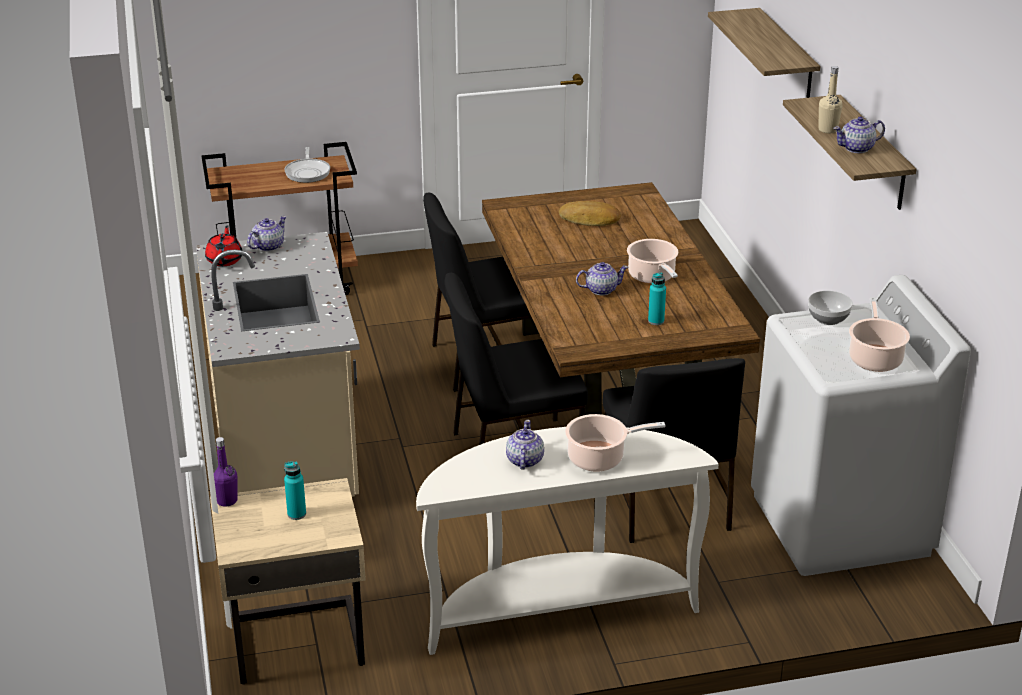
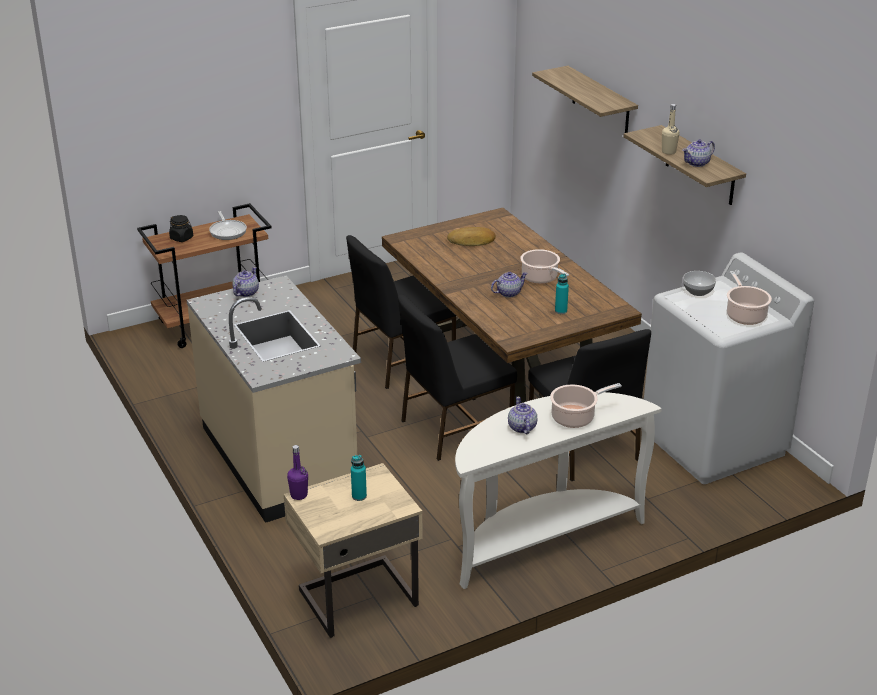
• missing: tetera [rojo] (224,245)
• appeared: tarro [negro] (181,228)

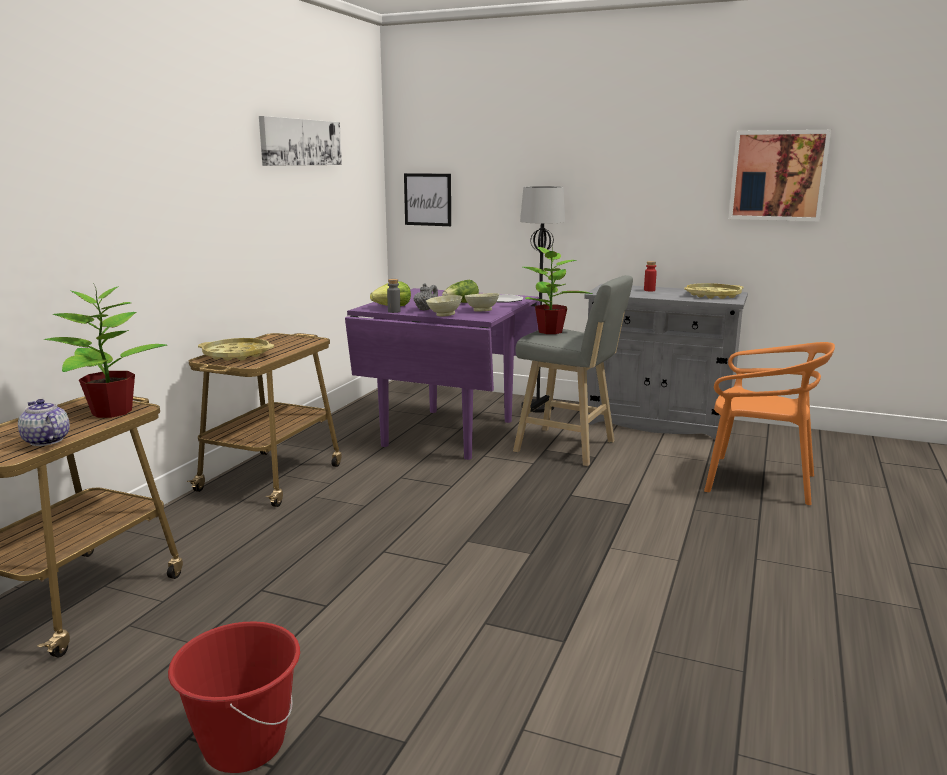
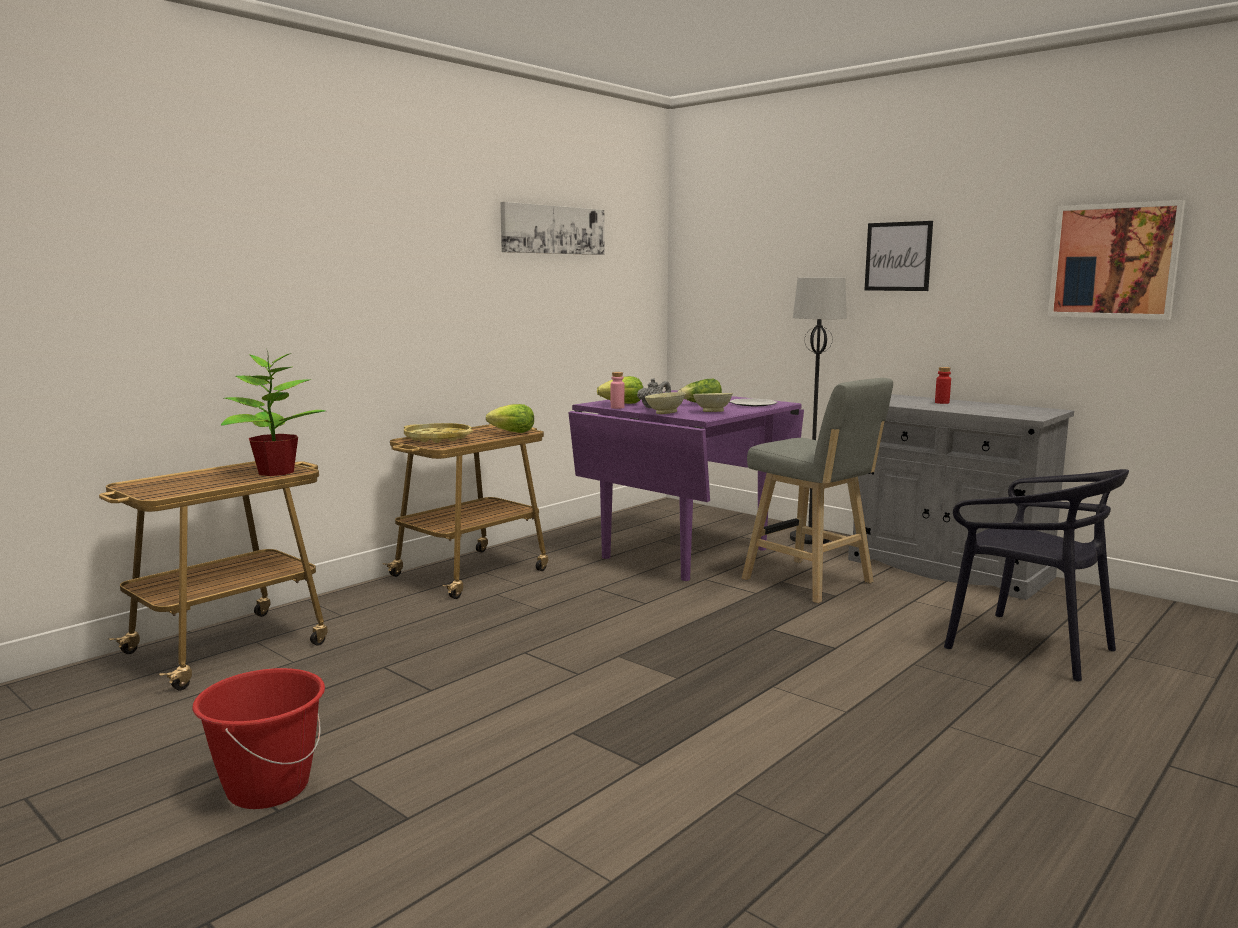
• relocated: cuadro (427,199) to (899,256)
• missing: planta en maceta (558,289)
• colour: botella [gris] (393,296) to botella [rosa] (618,390)
• missing: bandeja [amarillo] (714,291)
• colour: silla [naranja] (769,423) to silla [negro] (1036,575)
• missing: tetera (44,422)
• appeared: lechuga (510,418)

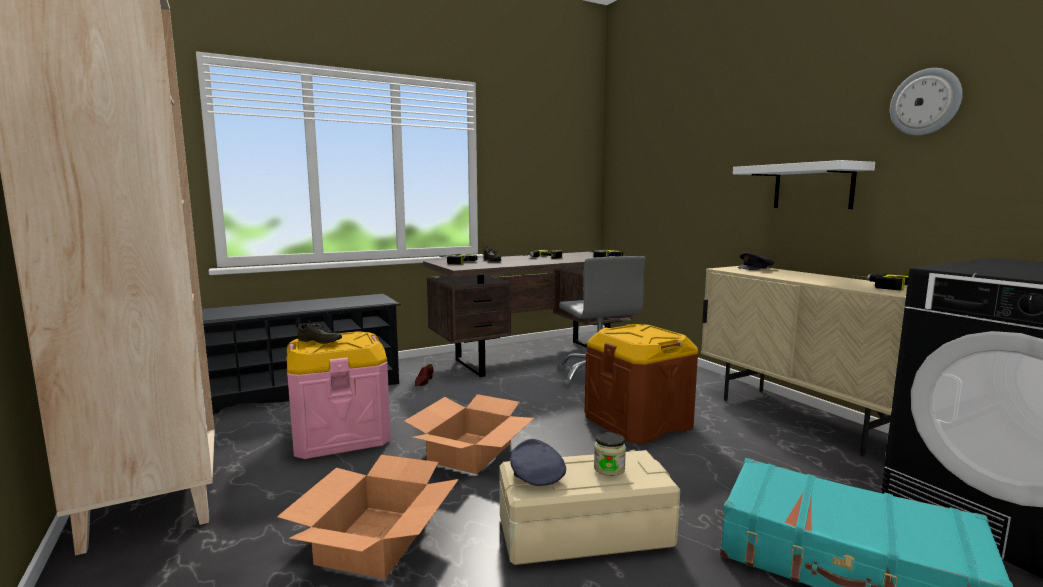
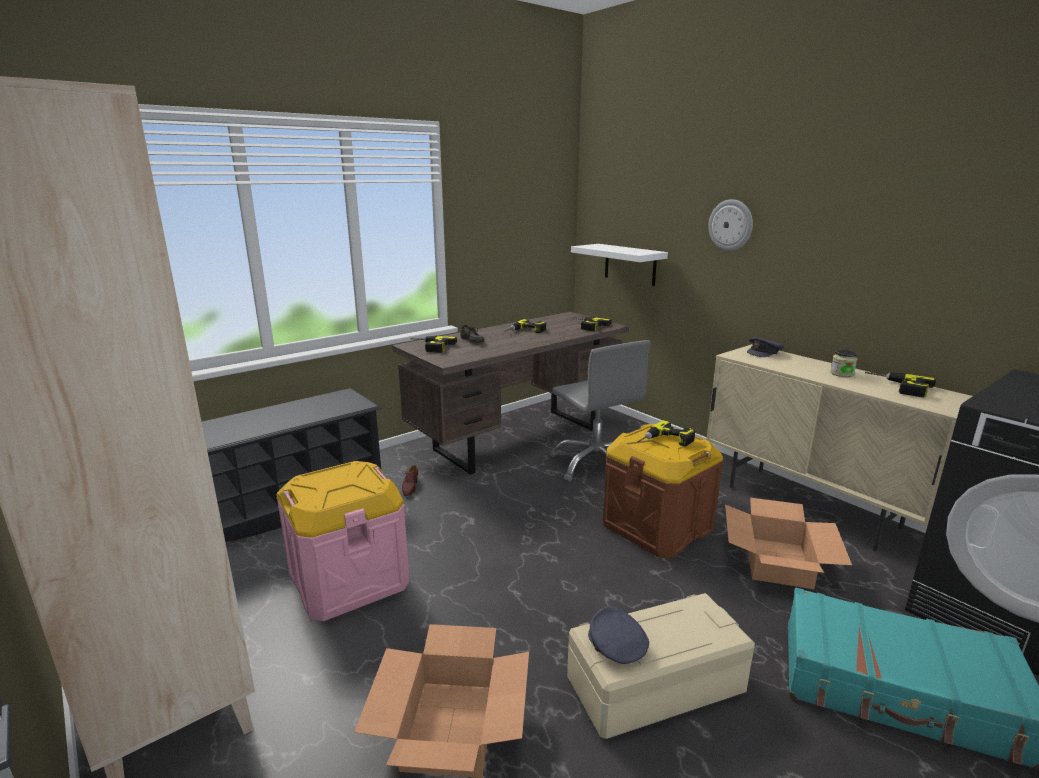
• relocated: reloj de pared (926,102) to (730,225)
• relocated: estante [blanco] (804,184) to (619,265)
• missing: zapato [gris] (320,331)
• relocated: caja de cartón (469,434) to (788,543)
• relocated: tarro (610,454) to (843,363)
• appeared: taladro (666,433)

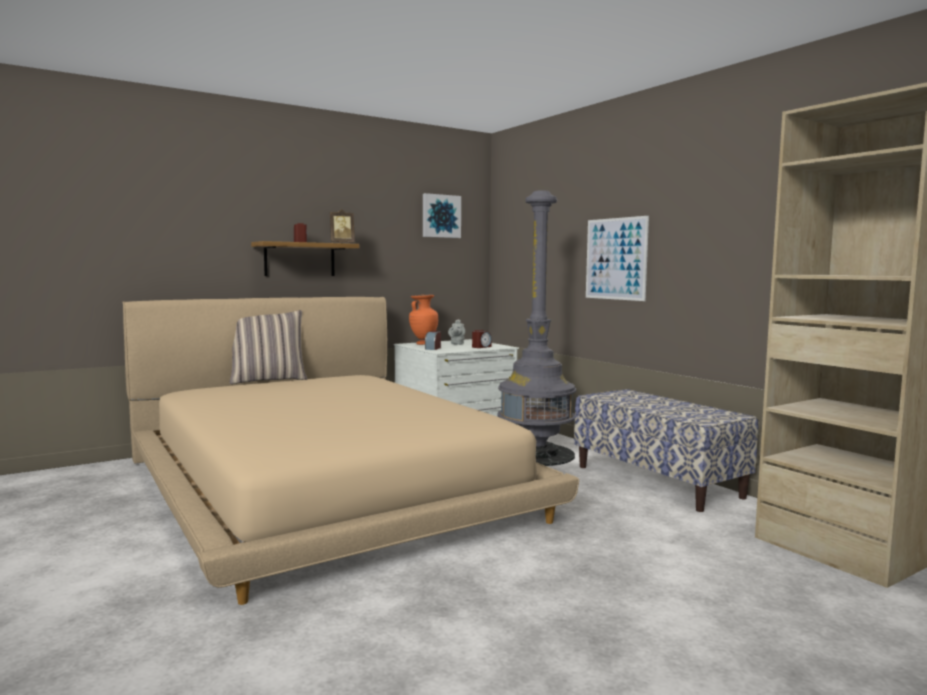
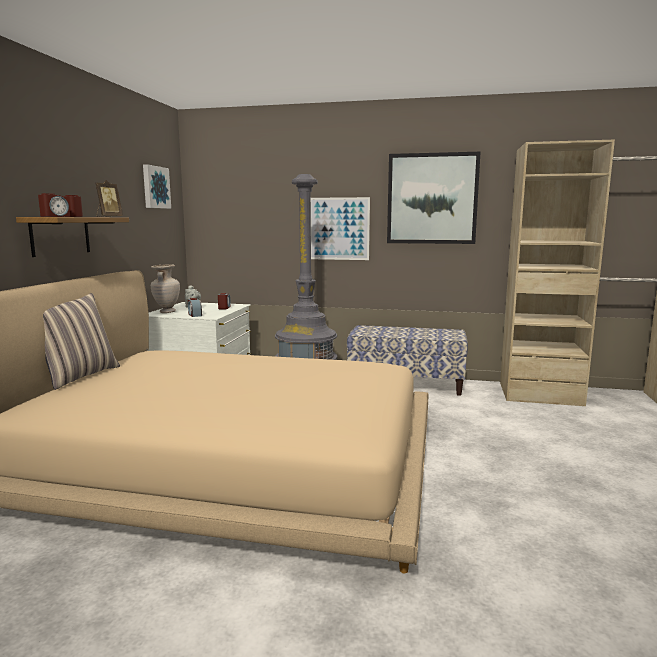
• colour: florero [naranja] (423,320) to florero [beis] (165,288)
• appeared: cuadro (434,198)
• appeared: despertador (54,205)

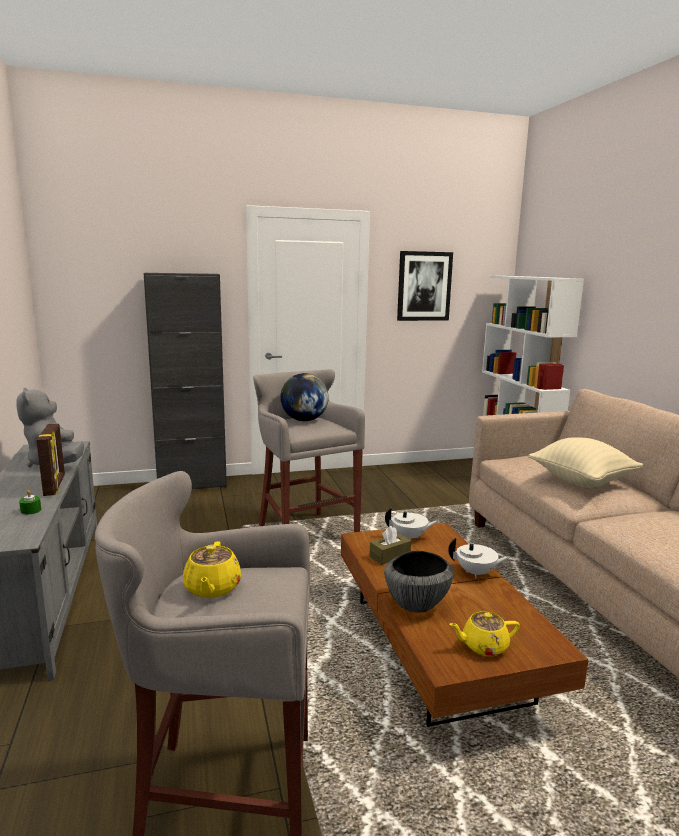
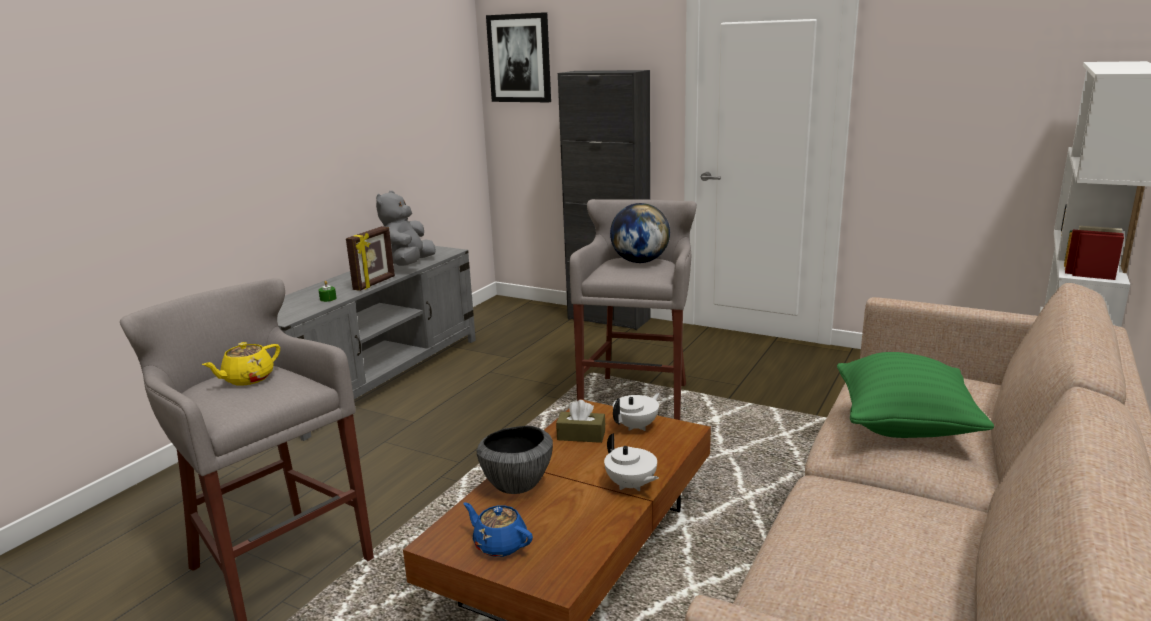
• relocated: cuadro (425,286) to (518,57)
• colour: cojín [beis] (585,462) to cojín [verde] (915,395)
• spun: tetera [blanco] (411,523) = (636,412) 90 degrees counterclockwise
• colour: tetera [amarillo] (484,633) to tetera [azul] (498,529)

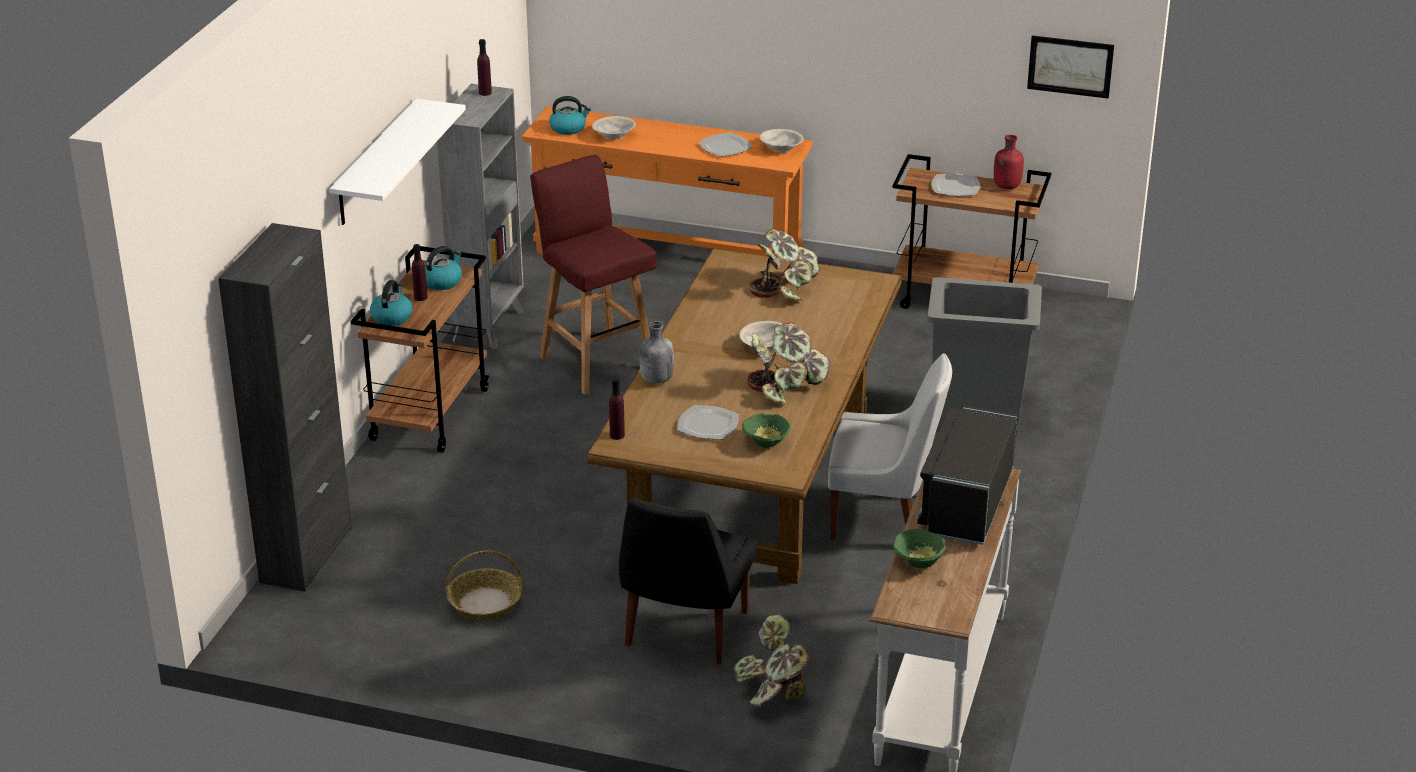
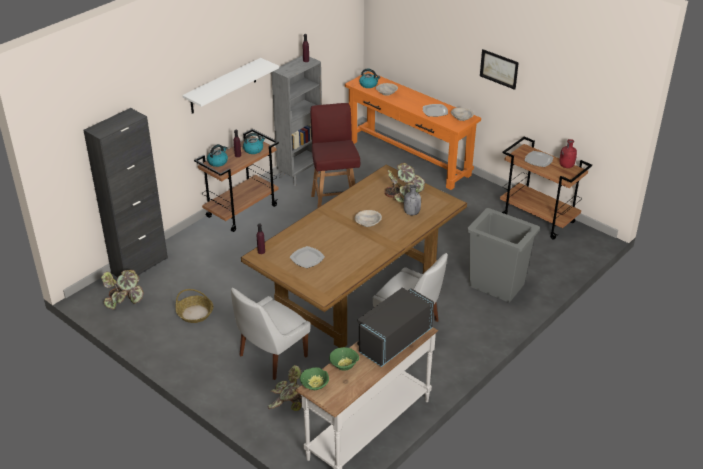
• relocated: cuadro (1070,67) to (499,69)
• relocated: botella [gris] (656,352) to (412,199)
• relocated: planta en maceta (788,363) to (122,289)
• relocated: cuenco [verde] (766,430) to (314,378)
• colour: silla [negro] (688,581) to silla [blanco] (271,334)

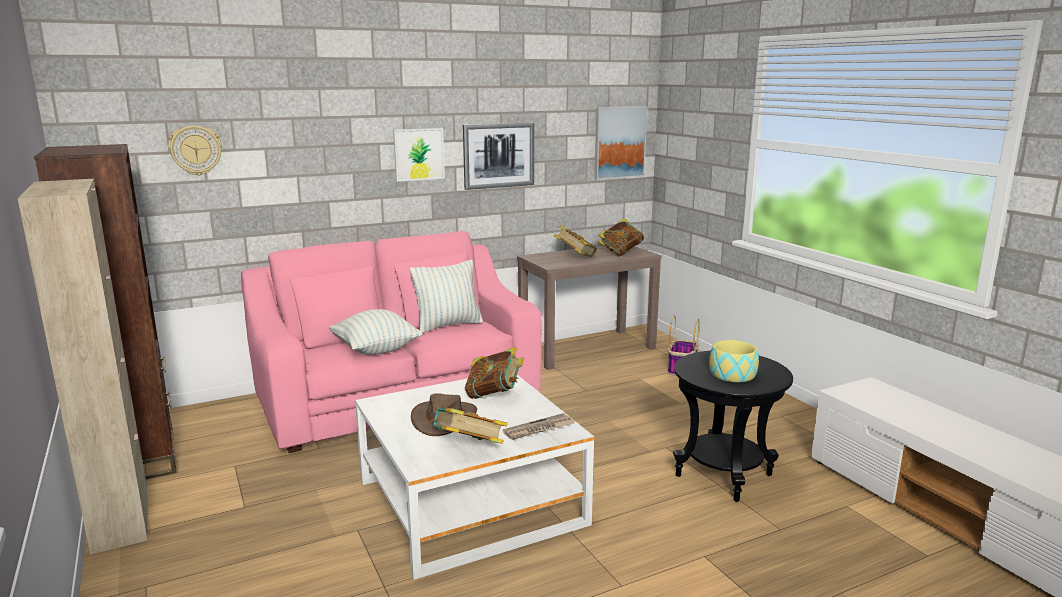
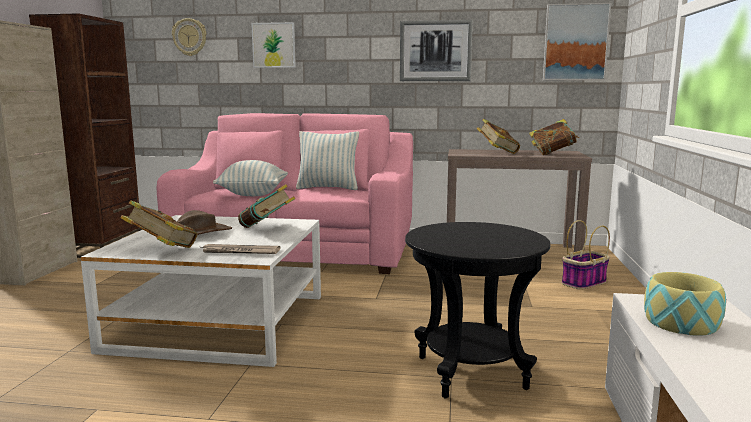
• relocated: cuadro (419,155) to (273,45)
• relocated: cuenco (734,361) to (685,304)

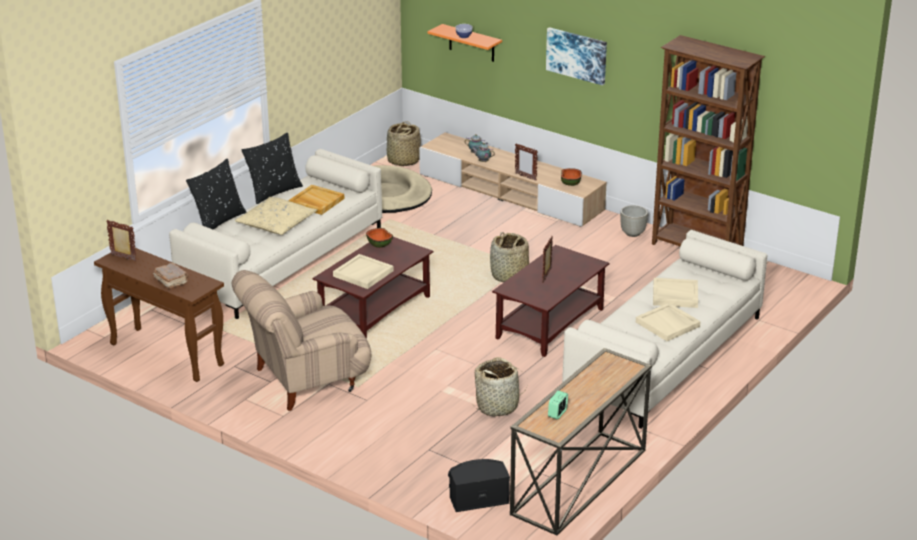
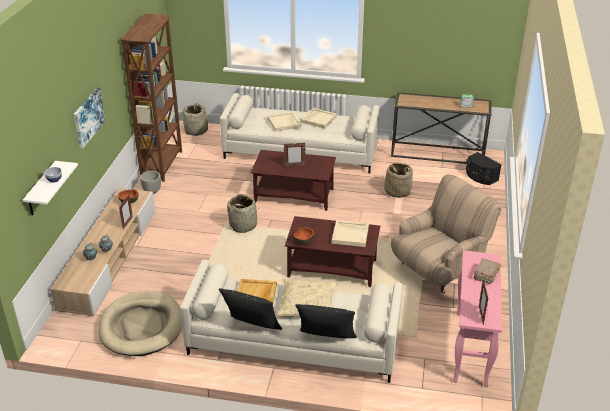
• colour: estante [naranja] (464,43) to estante [blanco] (50,188)
• relocated: cesta (404,143) to (194,119)
• colour: mesa consola [marrón] (159,315) to mesa consola [rosa] (477,318)
• spun: sillón [beis] (301,340) = (446,233) 75 degrees counterclockwise

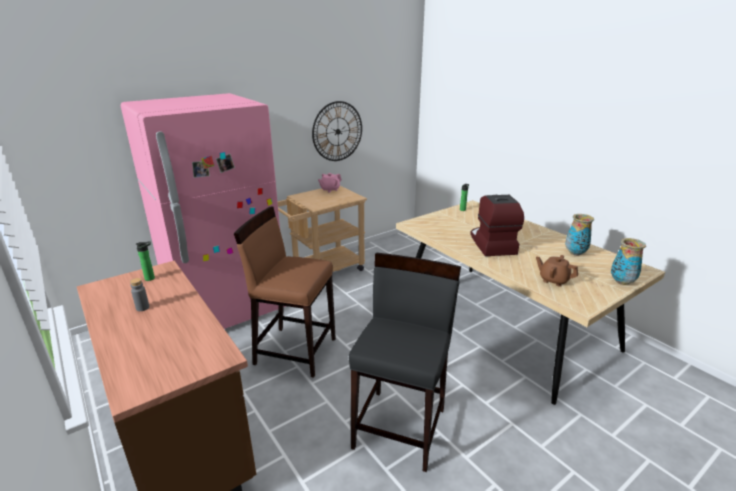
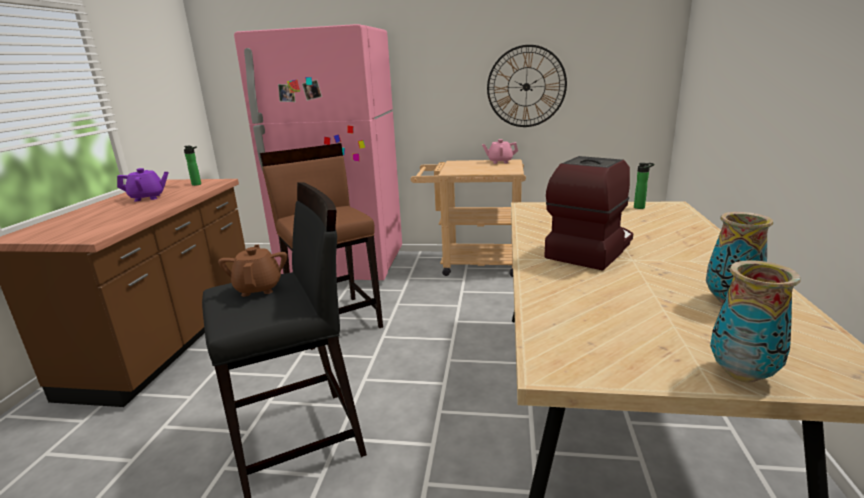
• relocated: tetera [marrón] (557,271) to (252,270)
• exchanged: botella [gris] (139,294) to tetera [morado] (143,185)

